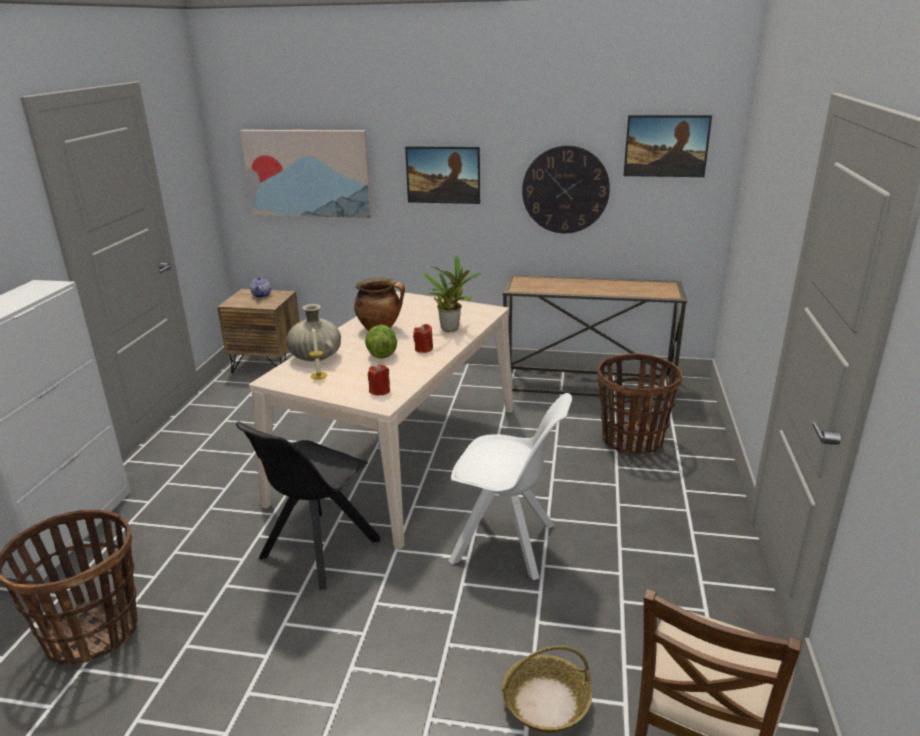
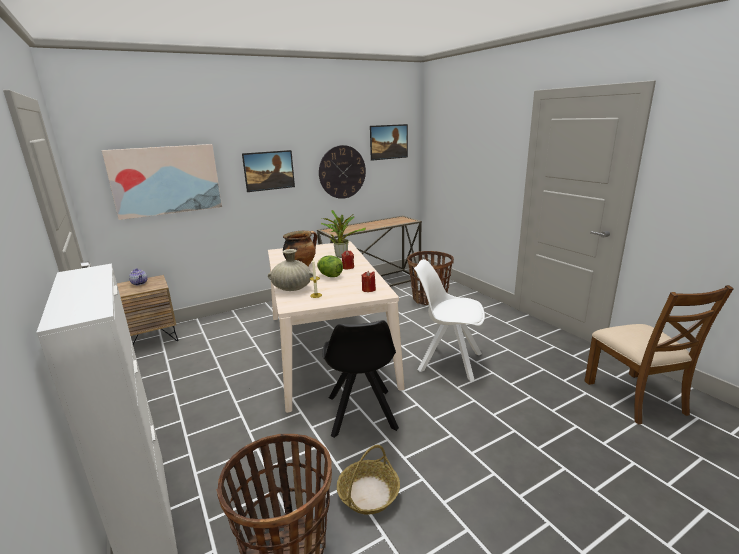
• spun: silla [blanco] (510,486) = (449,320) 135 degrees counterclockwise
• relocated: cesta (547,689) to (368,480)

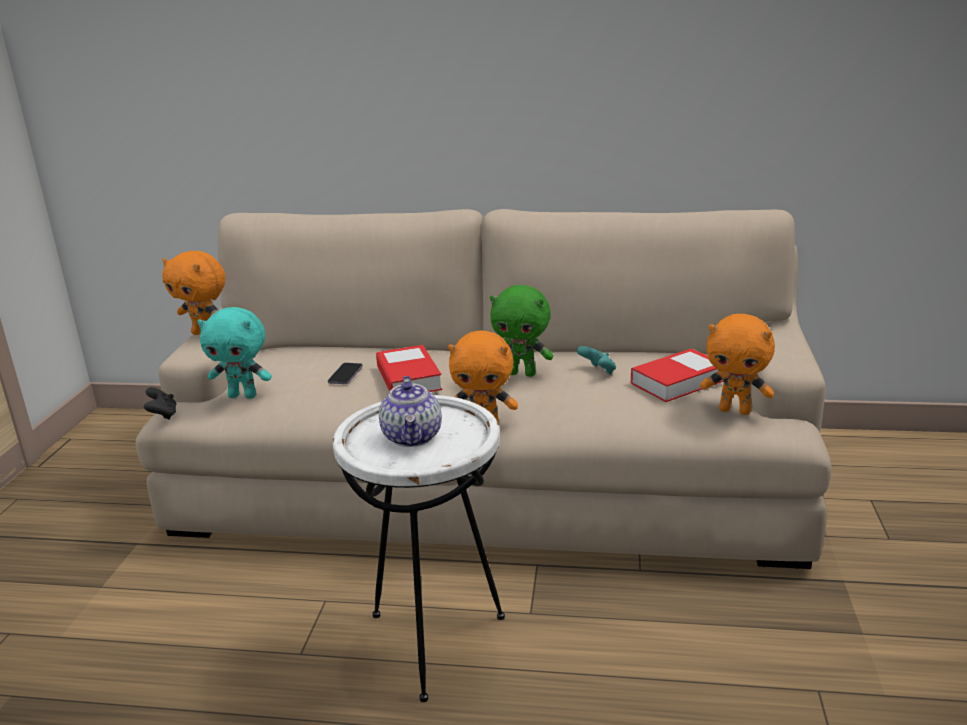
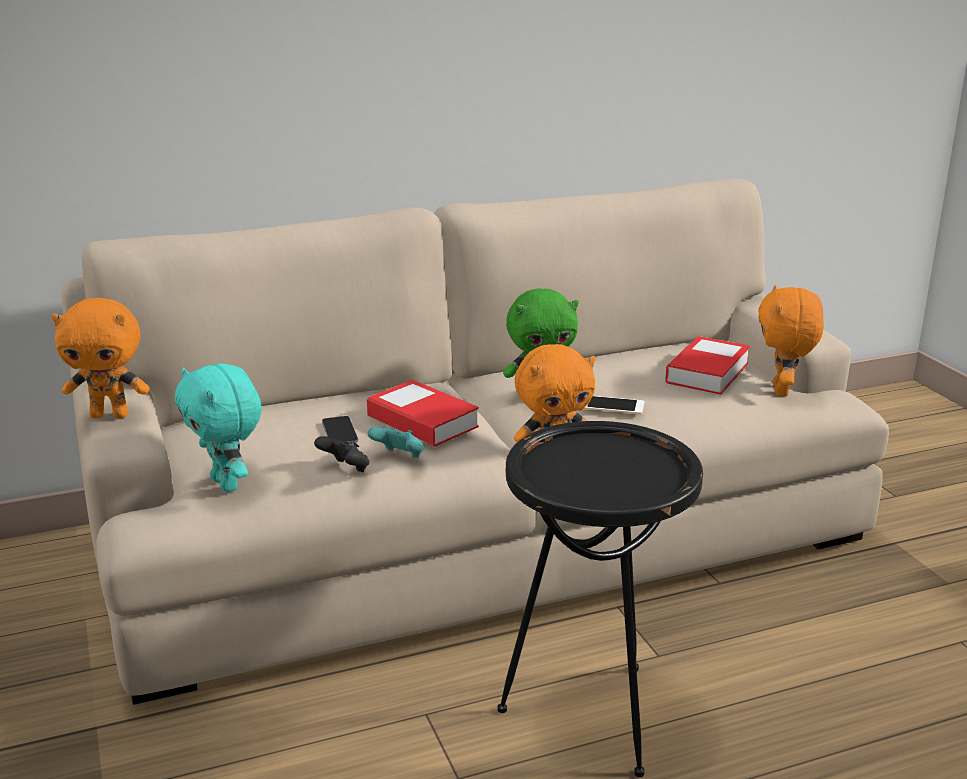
• spun: peluche [turquesa] (234,353) = (218,427) 75 degrees clockwise
• spun: peluche [naranja] (737,364) = (791,341) 105 degrees clockwise
• relocated: mando de consola [turquesa] (596,360) to (396,442)
• missing: tetera (410,411)
• relocated: mando de consola [negro] (160,403) to (341,454)
• colour: mesa auxiliar [blanco] (419,548) to mesa auxiliar [negro] (600,599)
• appeared: móvil (614,405)

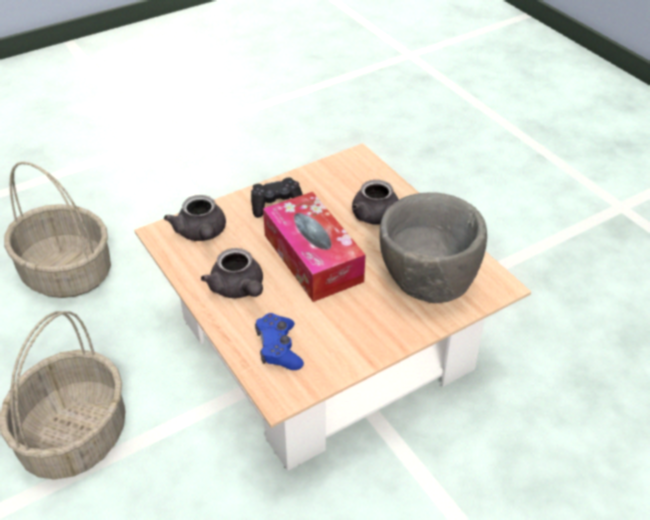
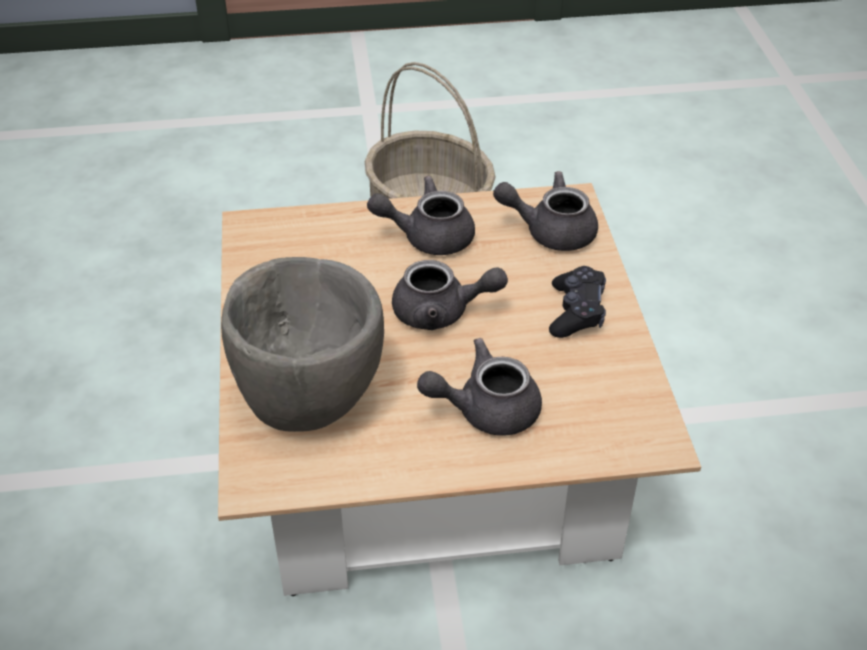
• missing: cesta (57,230)
• exchanged: caja de pañuelos (314,247) to tetera [gris] (450,295)
• missing: mando de consola [azul] (279,341)

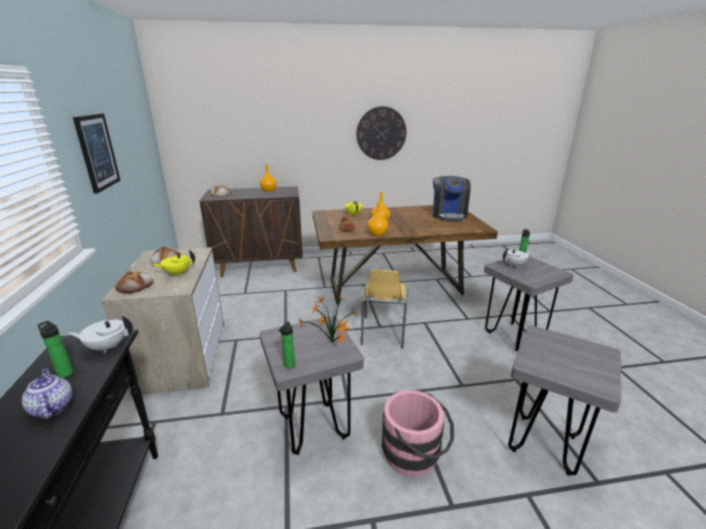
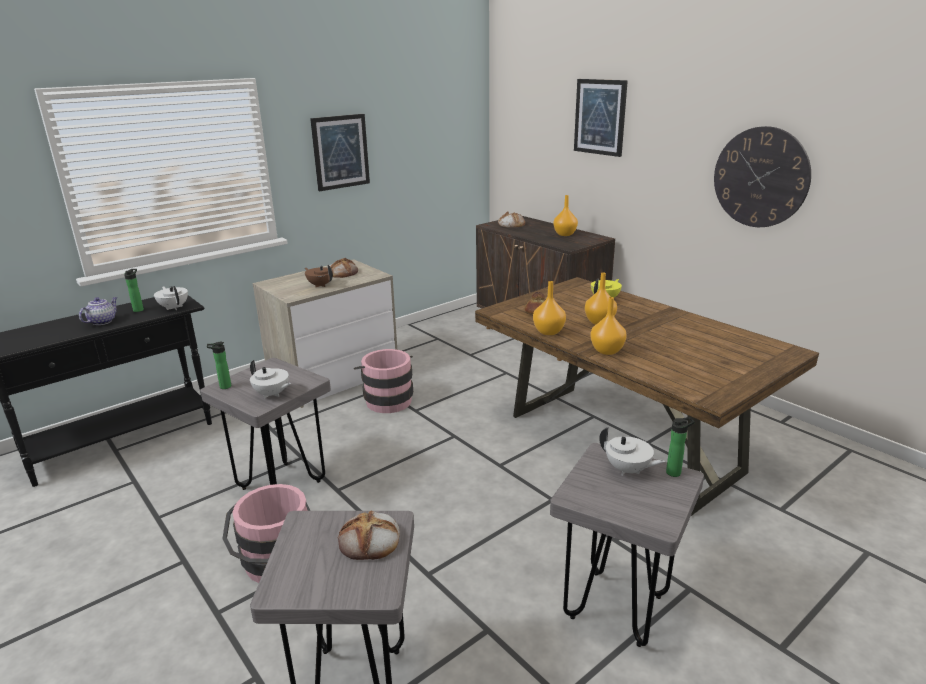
• missing: cafetera (452,198)
• colour: tetera [amarillo] (173,263) to tetera [marrón] (319,275)
• missing: silla [amarillo] (384,309)
• relocated: pan (134,282) to (369,535)
• exchanged: planta en maceta (327,319) to tetera [blanco] (270,379)
• appeared: cuadro (601,118)
• appeared: florero [naranja] (608,326)
• appeared: cubo [rosa] (383,381)

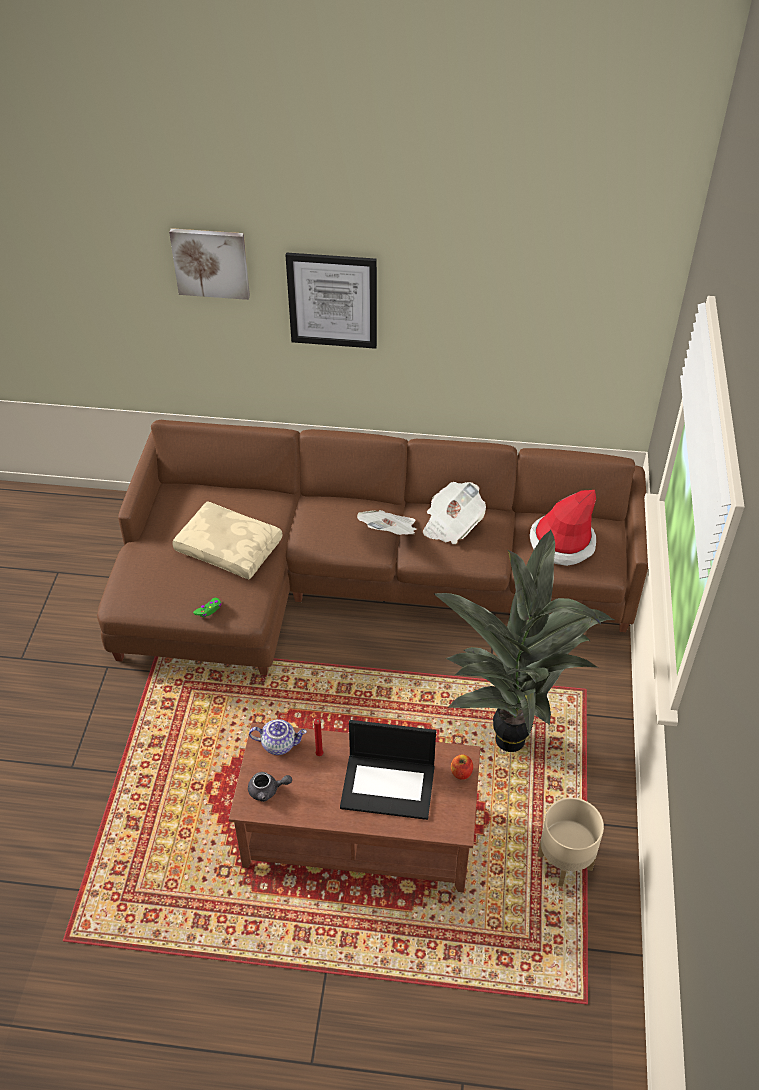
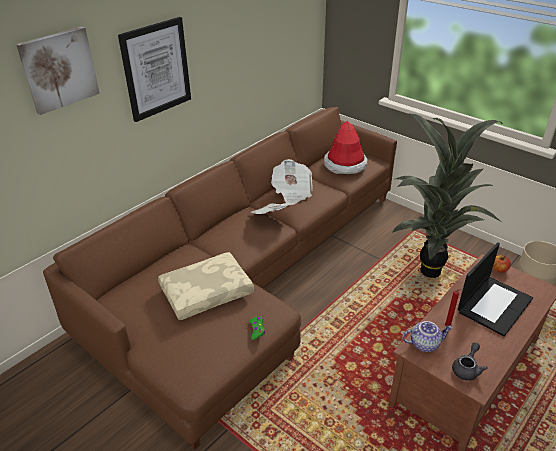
• spun: tetera (278,737) = (427,336) 45 degrees clockwise

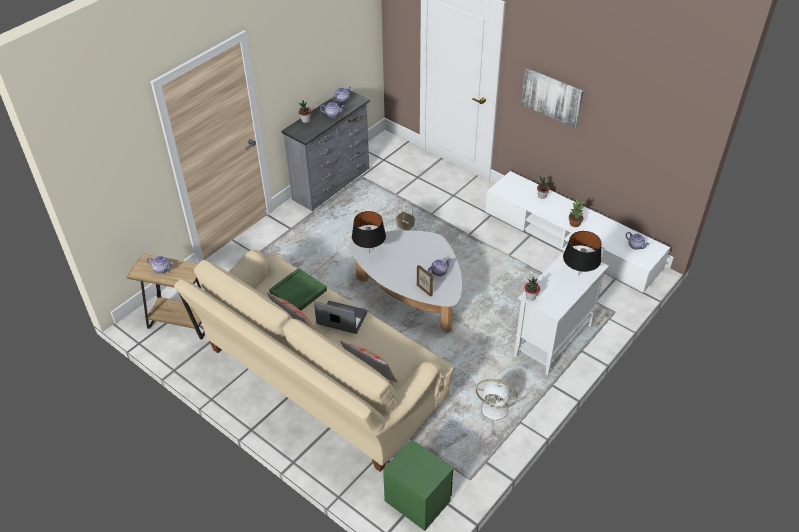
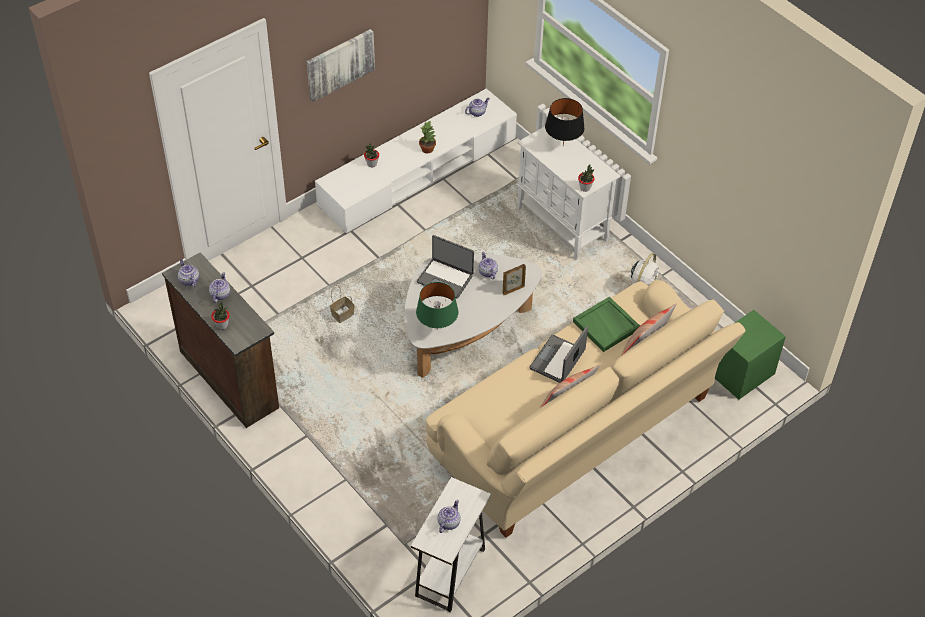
• colour: cómoda [gris] (325,149) to cómoda [marrón] (220,340)
• colour: lámpara de mesa [negro] (369,232) to lámpara de mesa [verde] (437,306)
• colour: mesa auxiliar [marrón] (166,296) to mesa auxiliar [blanco] (451,544)
• relocated: bandeja [verde] (298,289) to (606,324)
• appeared: portátil (445,267)

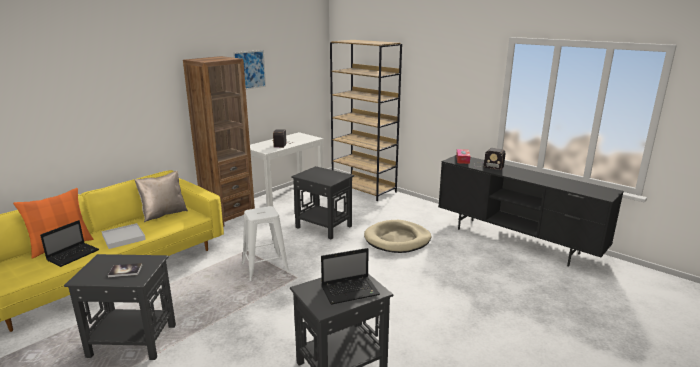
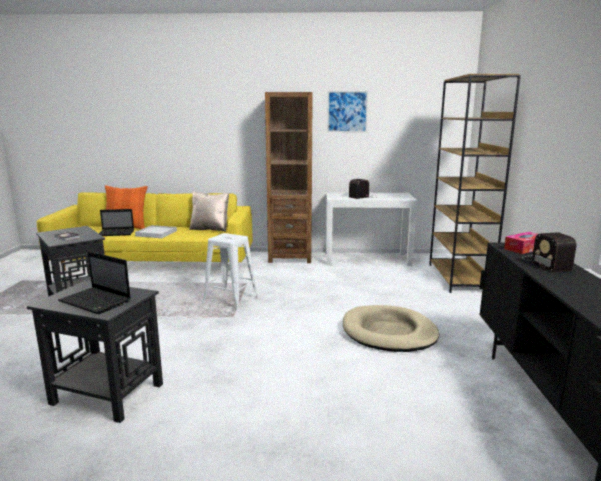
• missing: mesa auxiliar [negro] (322,202)

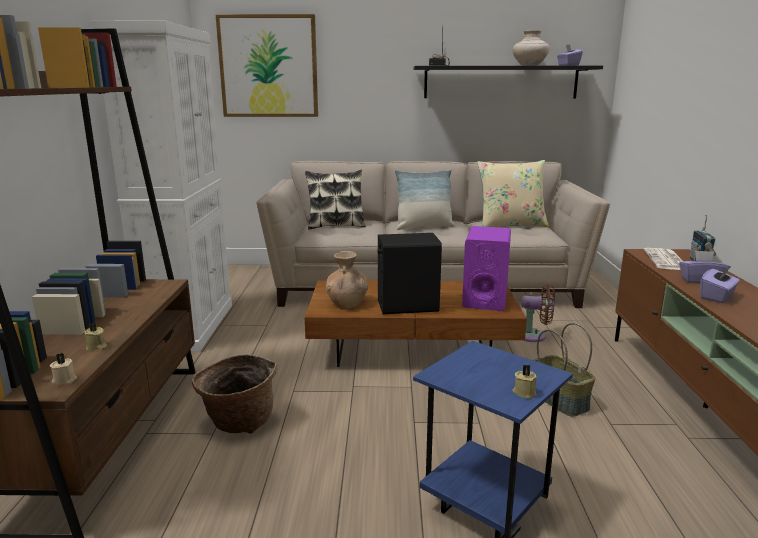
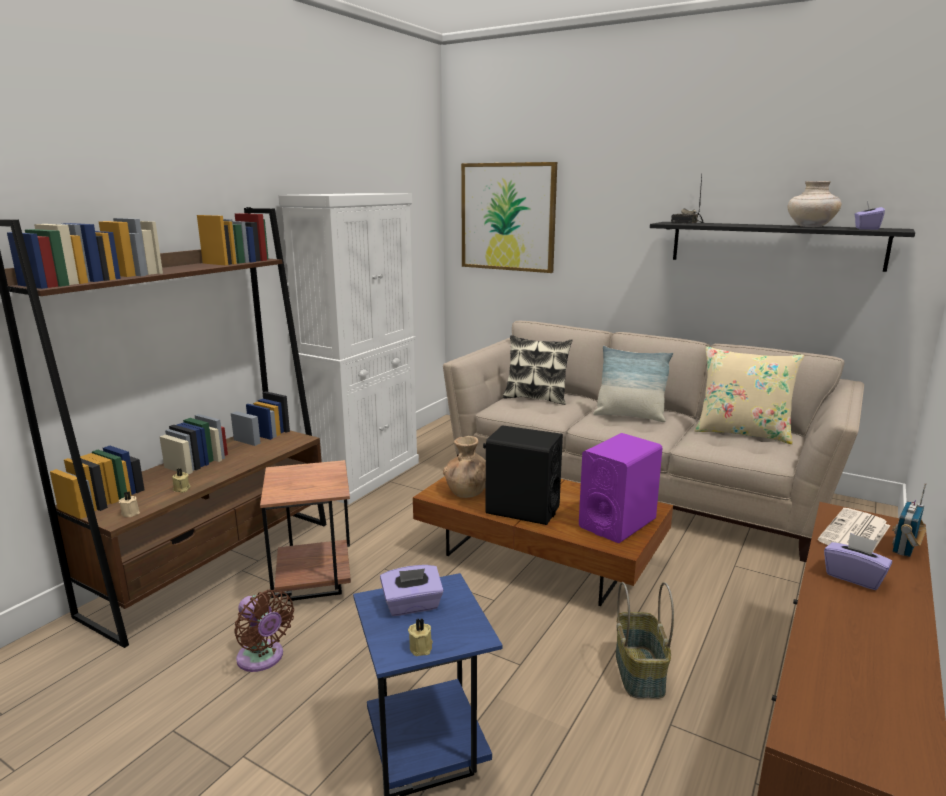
• relocated: caja de pañuelos [morado] (720,284) to (412,590)
• relocated: ventilador [marrón] (538,313) to (264,631)
• exchanged: cesta (235,394) to mesa auxiliar [marrón] (305,530)

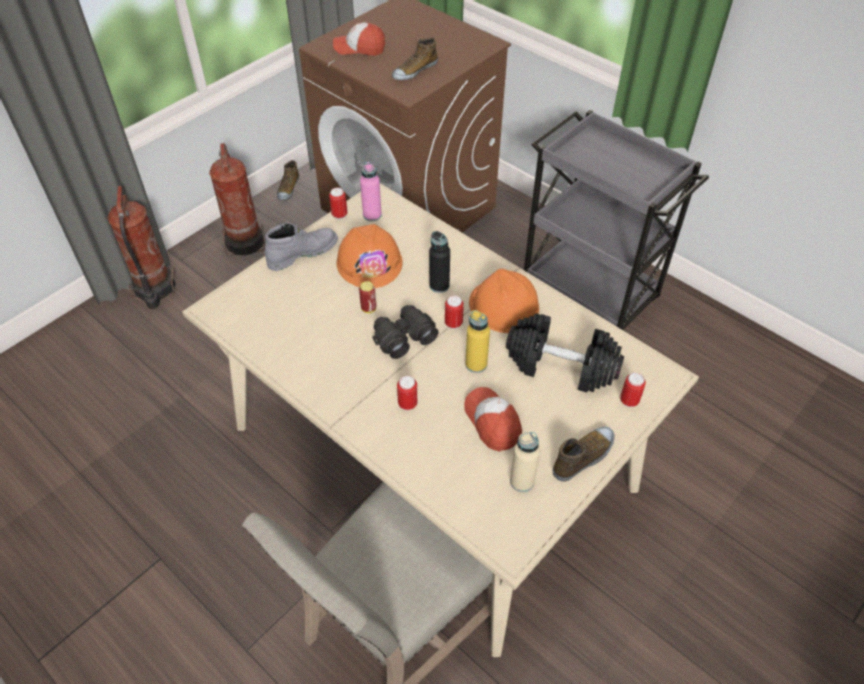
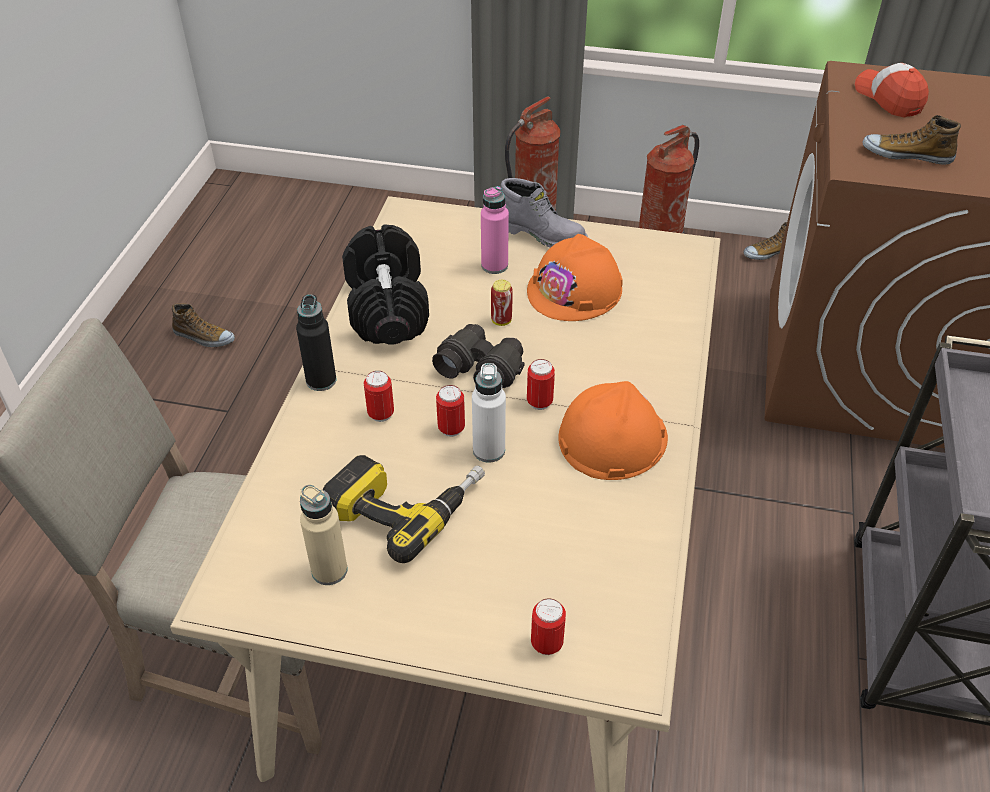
• relocated: botella [rosa] (371,191) to (495,230)
• relocated: lata (338,203) to (450,411)
• relocated: botella [negro] (439,262) to (316,342)
• colour: botella [amarillo] (477,341) to botella [blanco] (489,413)
• relocated: mancuerna [negro] (565,353) to (385,284)
• exchanged: gorra (493,419) to taladro (404,509)
• relocated: zapato (584,454) to (203,325)

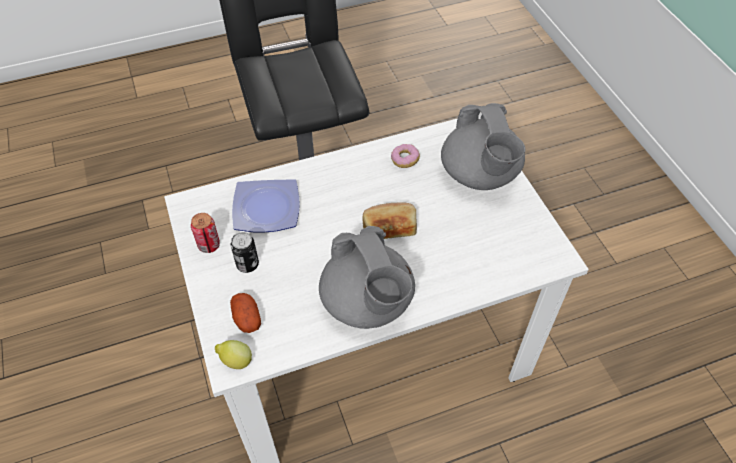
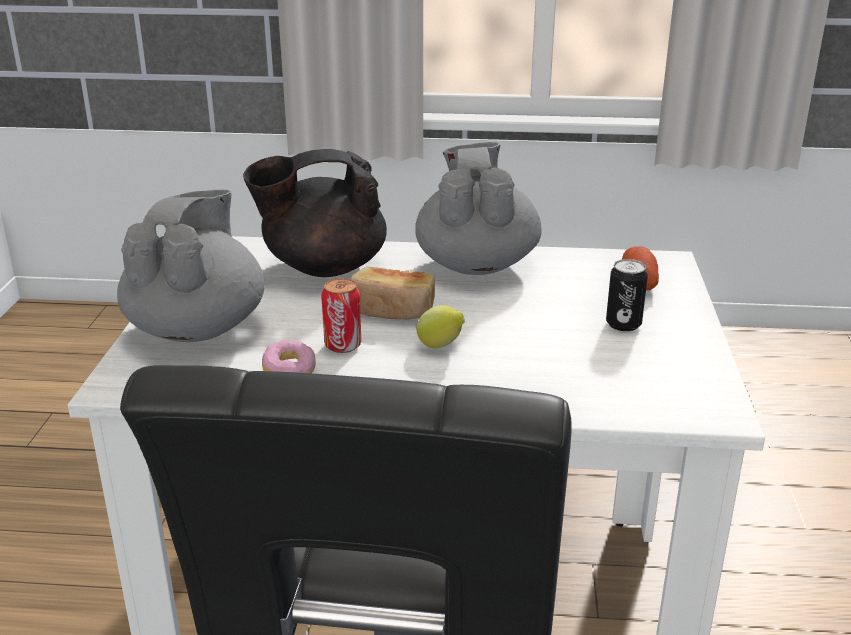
• missing: plato (266,205)
• relocated: lata (205,233) to (341,315)
• relocated: limón (233,354) to (440,326)
• appeared: tetera [negro] (315,213)

